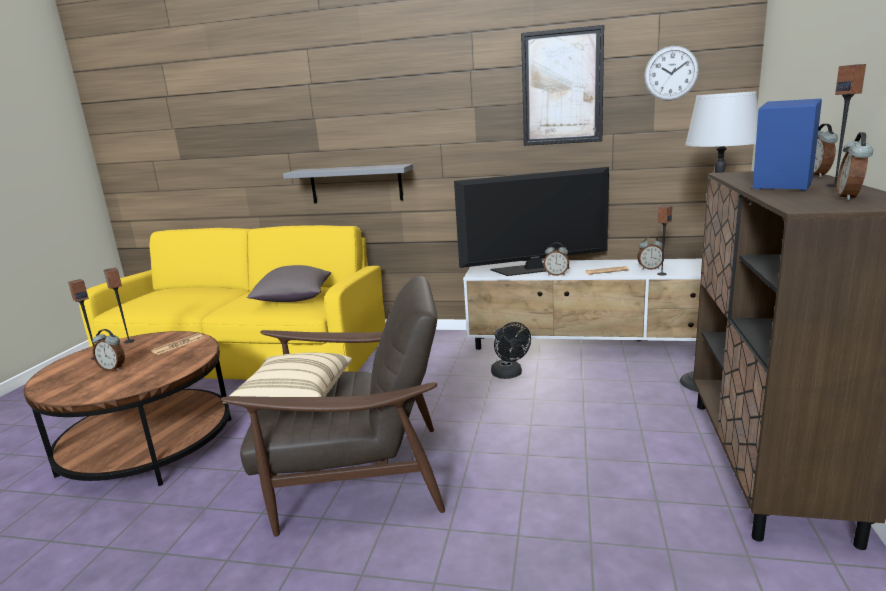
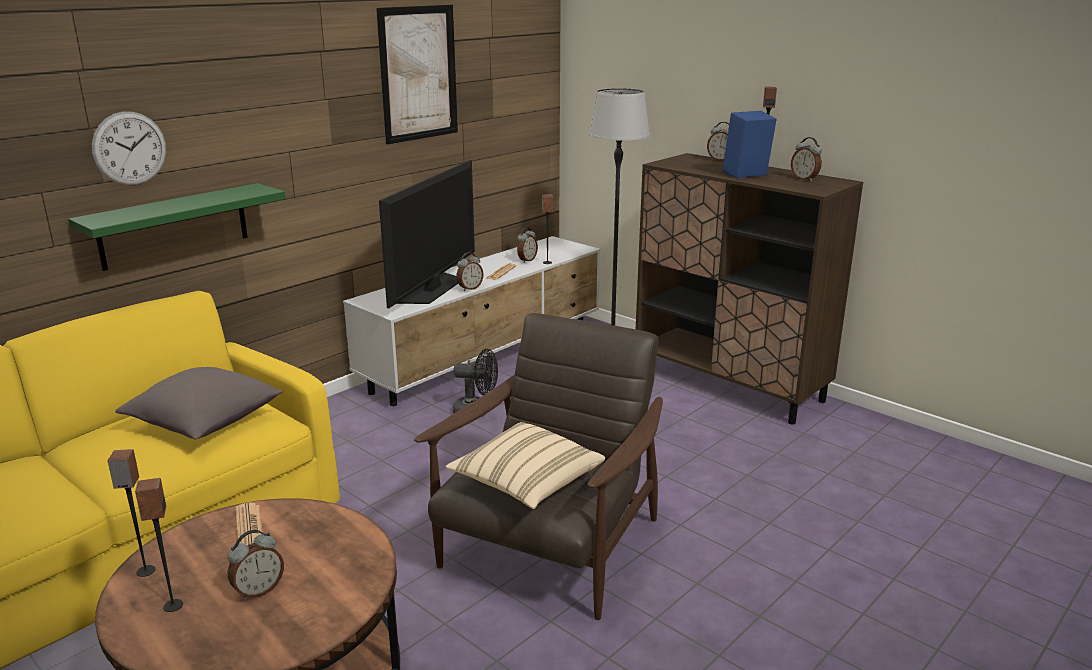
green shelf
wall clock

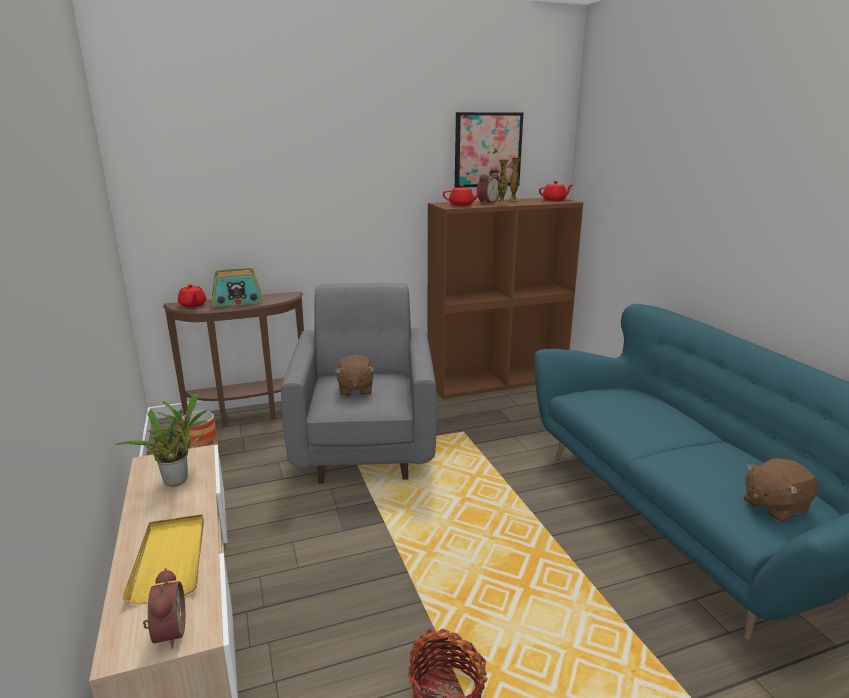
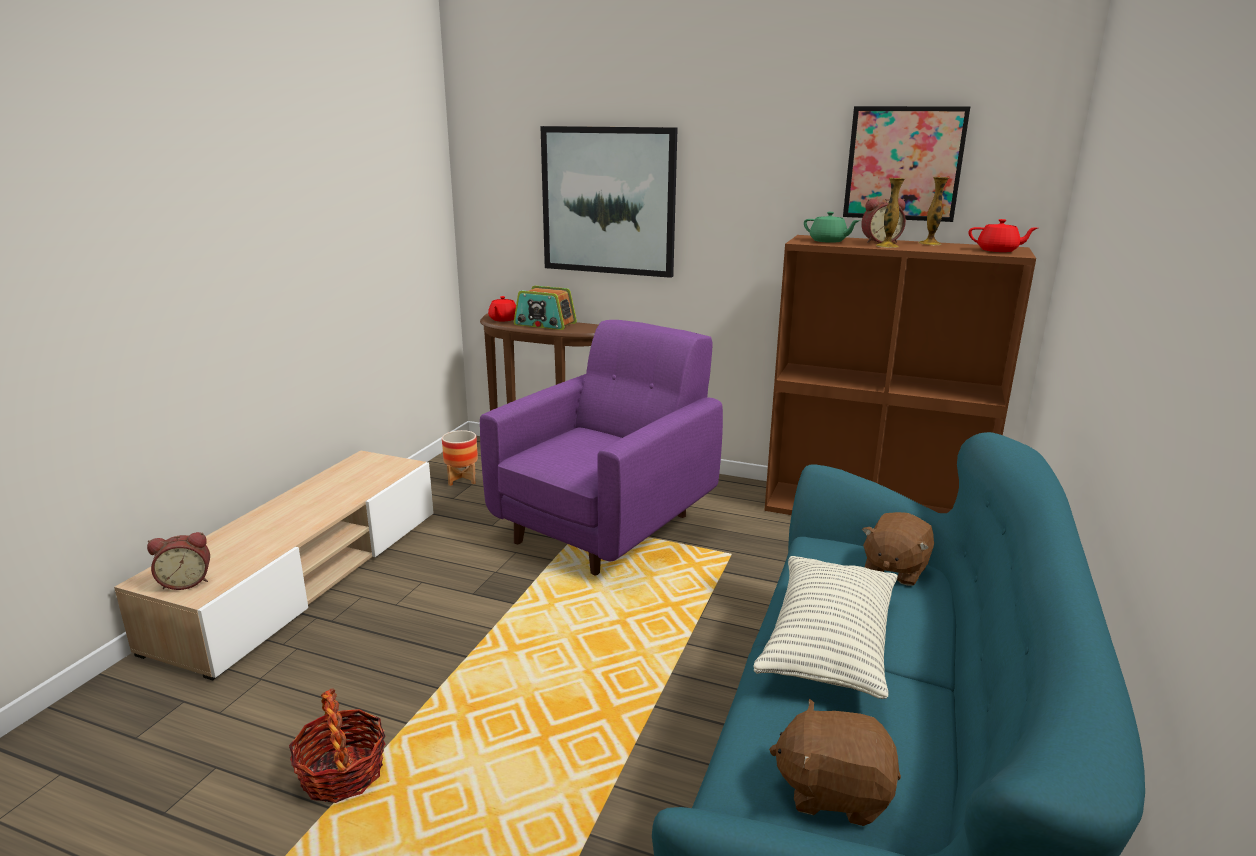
potted plant
yellow tray
alarm clock (no. 1 from left)
purple armchair
brown plush toy (no. 2 from left)
green teapot
picture (no. 1 from left)
pillow

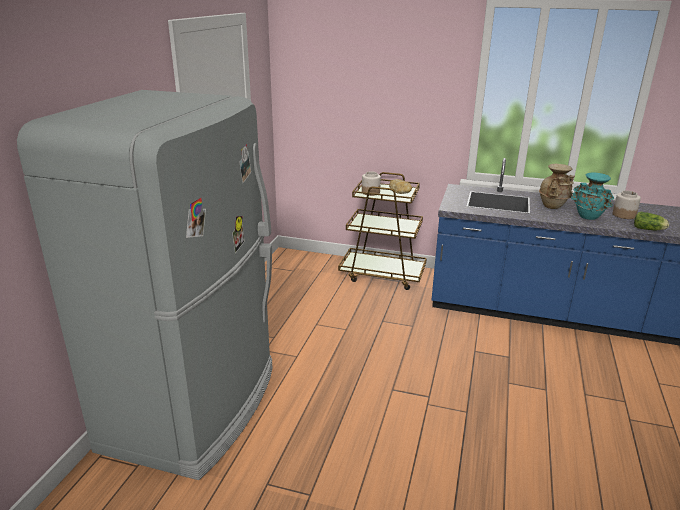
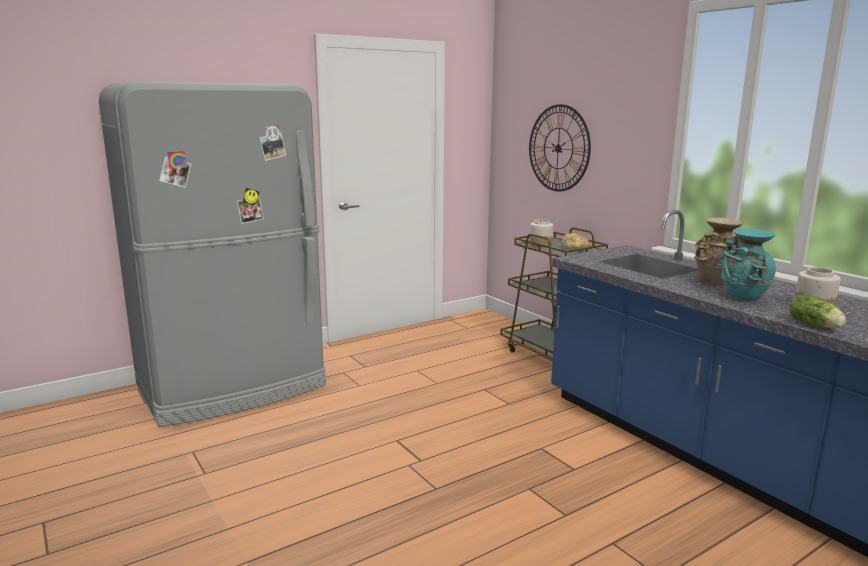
wall clock

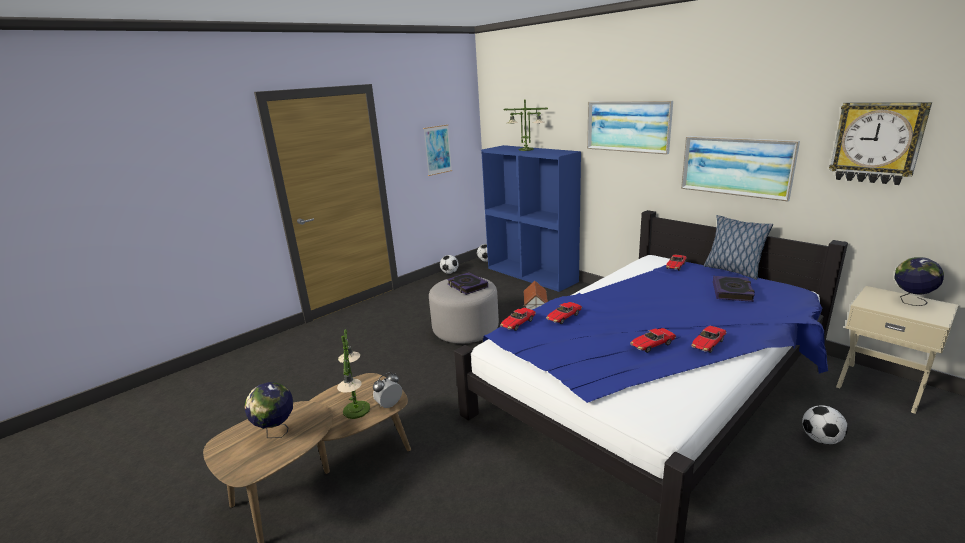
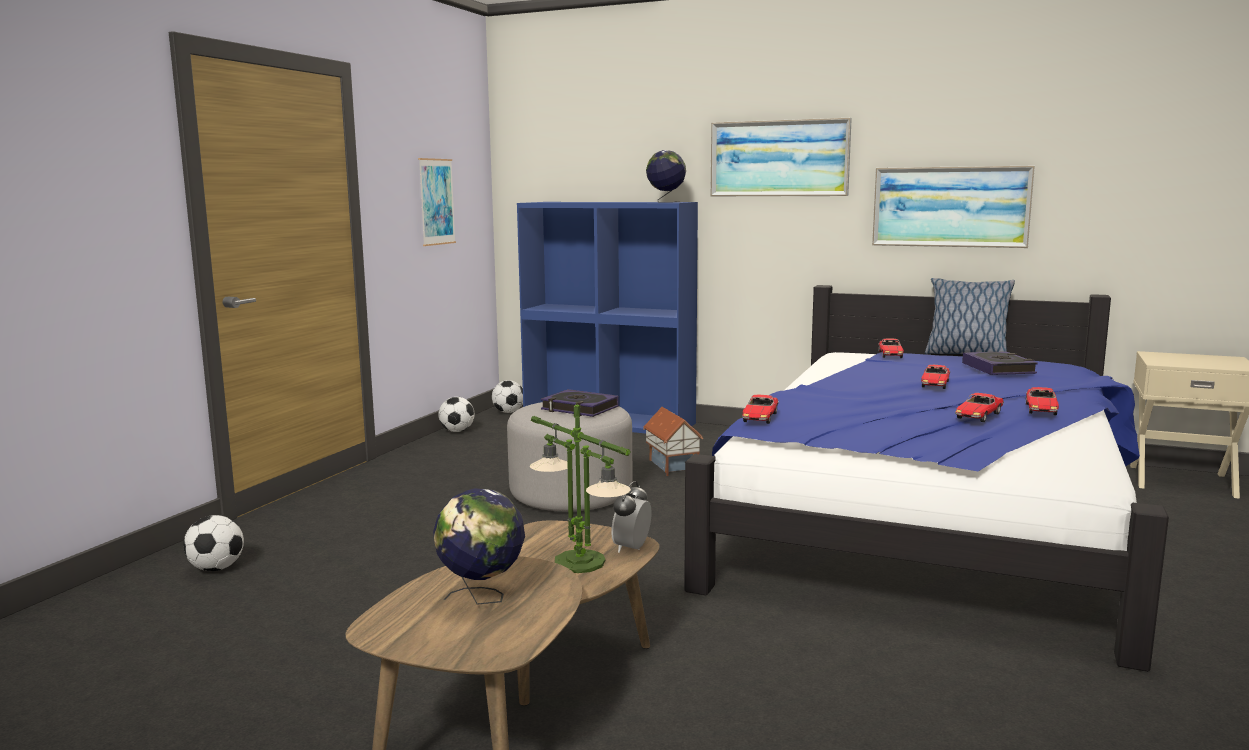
table lamp (no. 2 from left in the first image)
toy car (no. 3 from left)
football (no. 1 from left)
wall clock
globe (no. 2 from left)

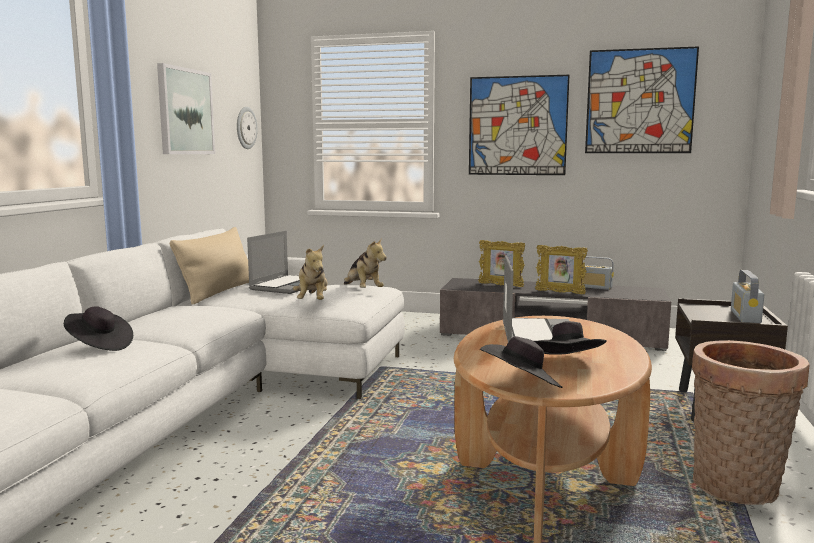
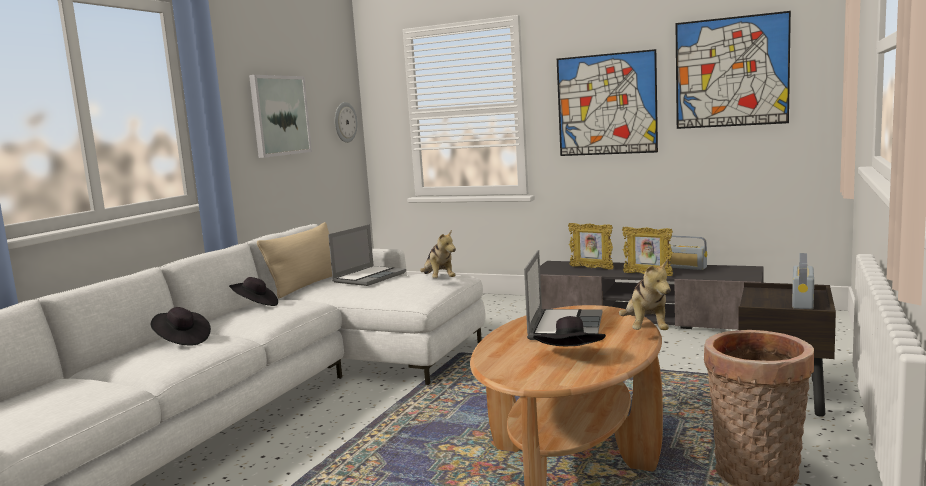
plush toy (no. 2 from left)
black hat (no. 2 from left)

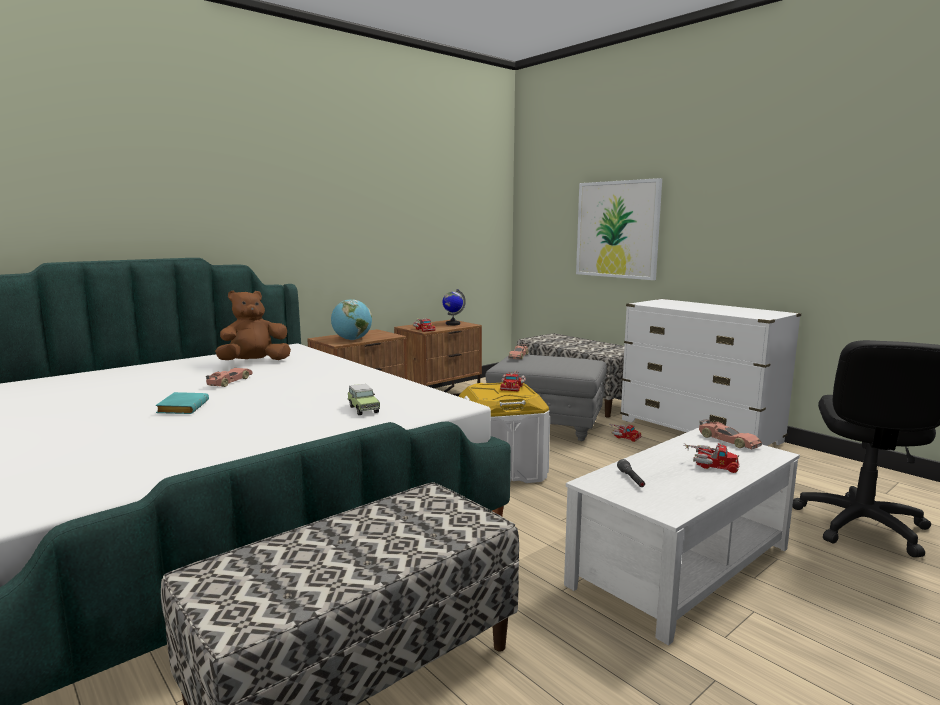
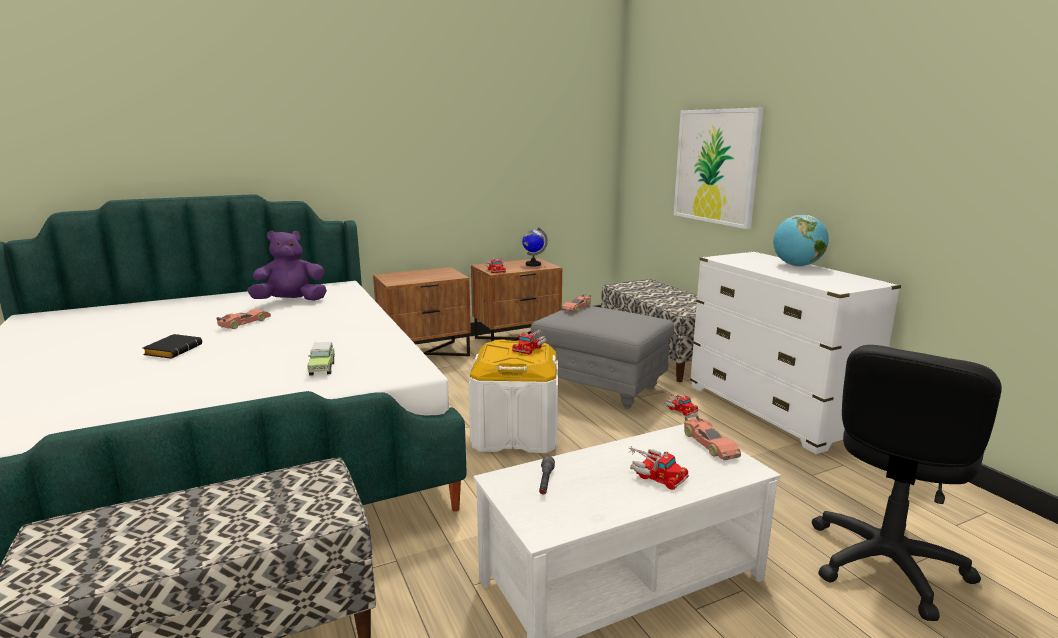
black book
purple plush toy
globe (no. 2 from left)

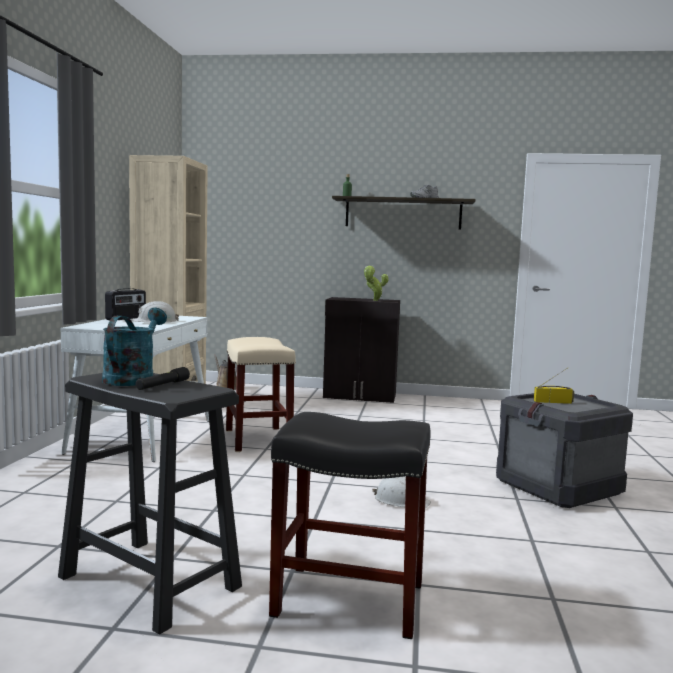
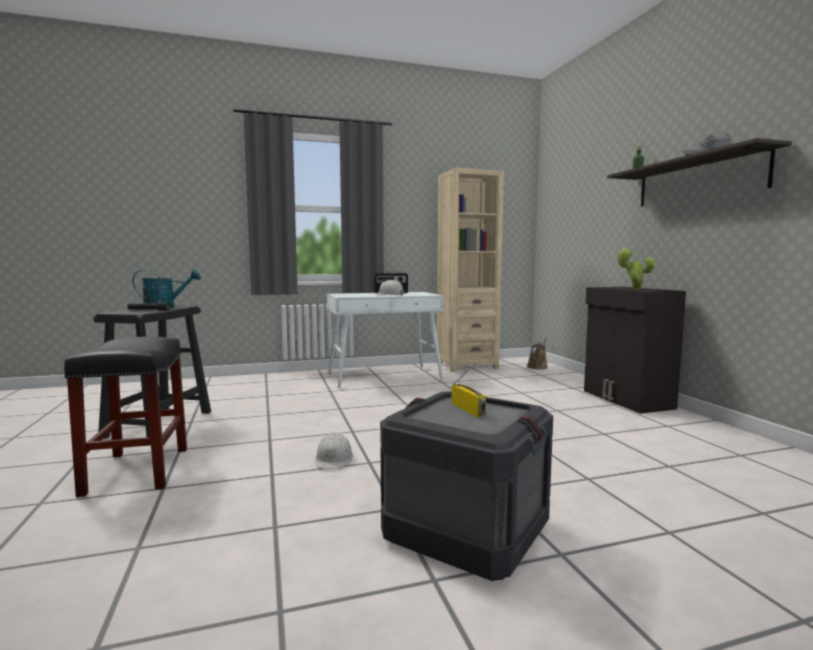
beige stool

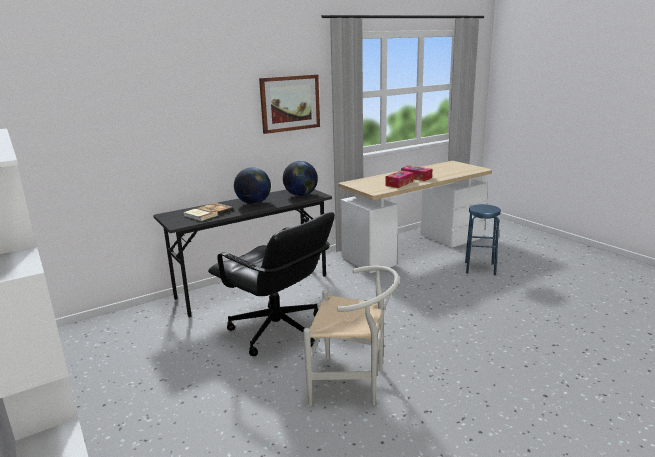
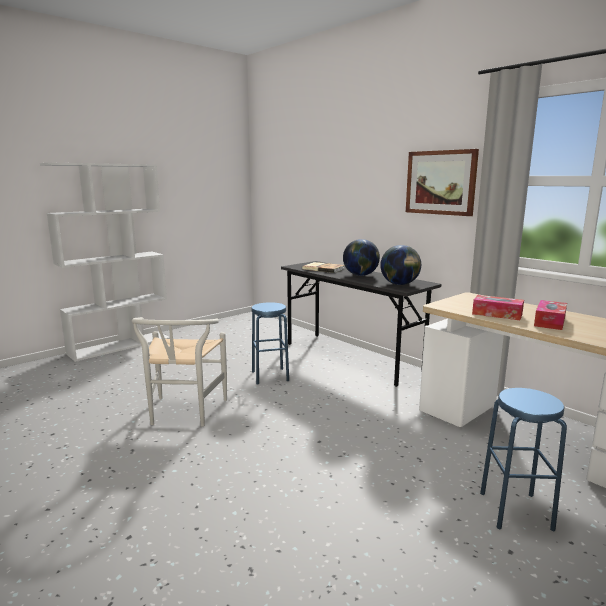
blue stool (no. 1 from left)

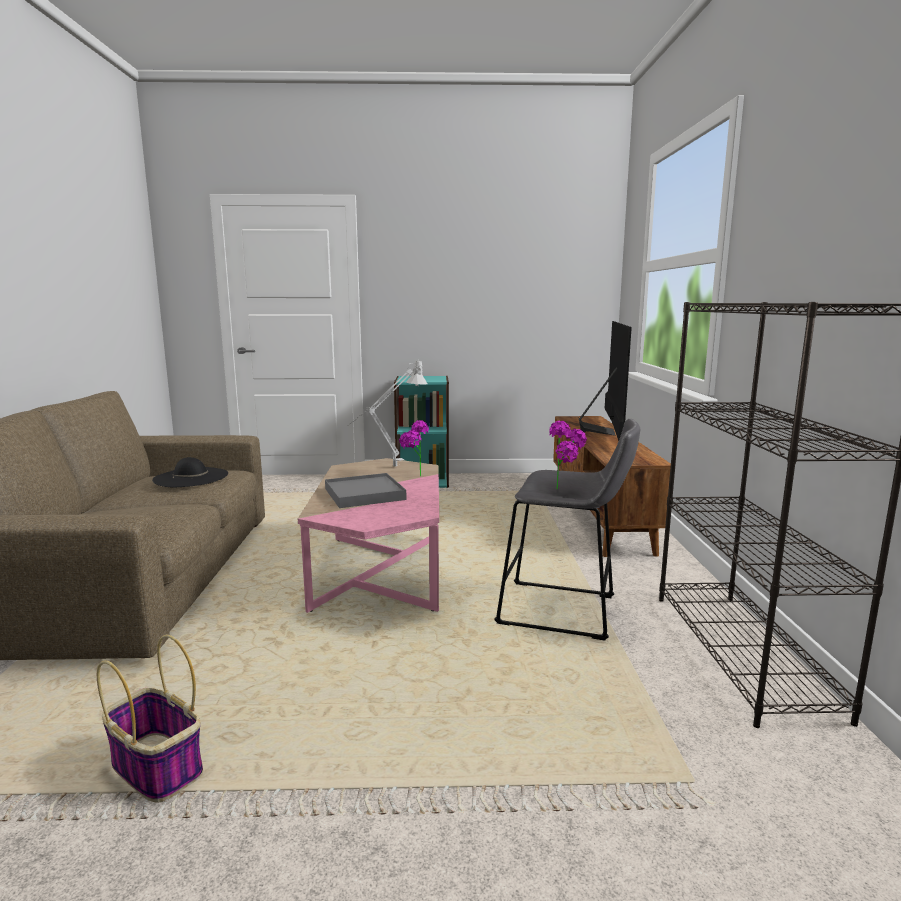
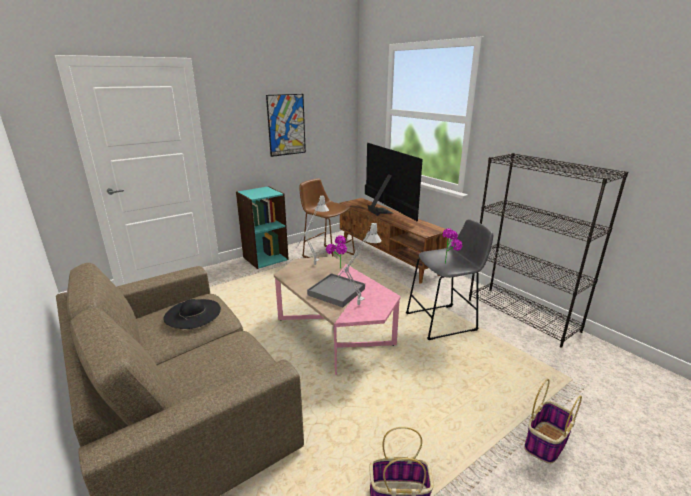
picture
brown stool
grey table lamp (no. 2 from left)
basket (no. 2 from left)

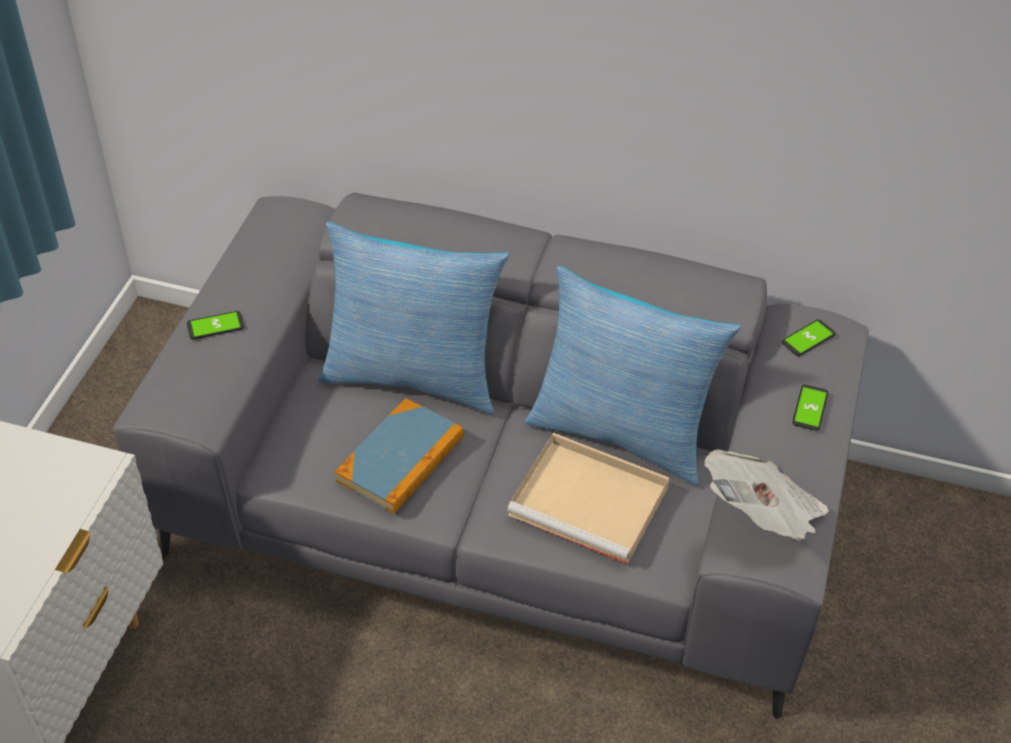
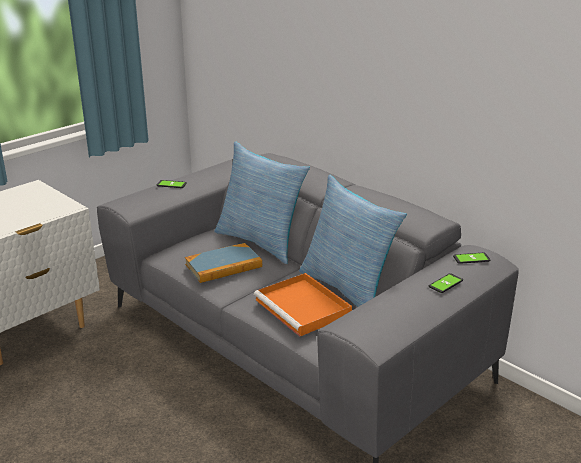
orange tray
newspaper

